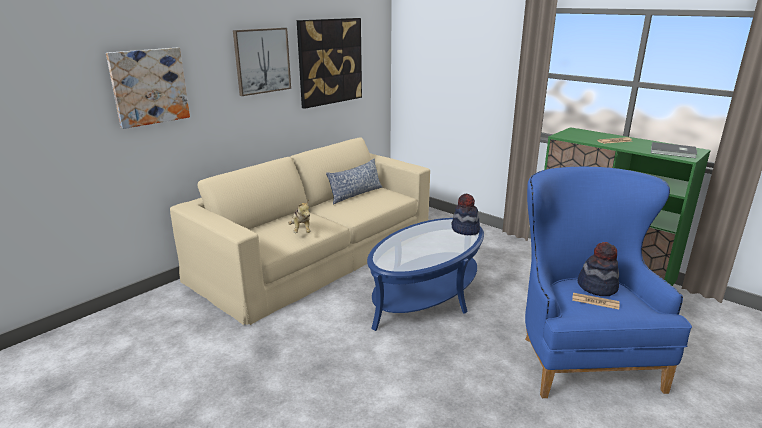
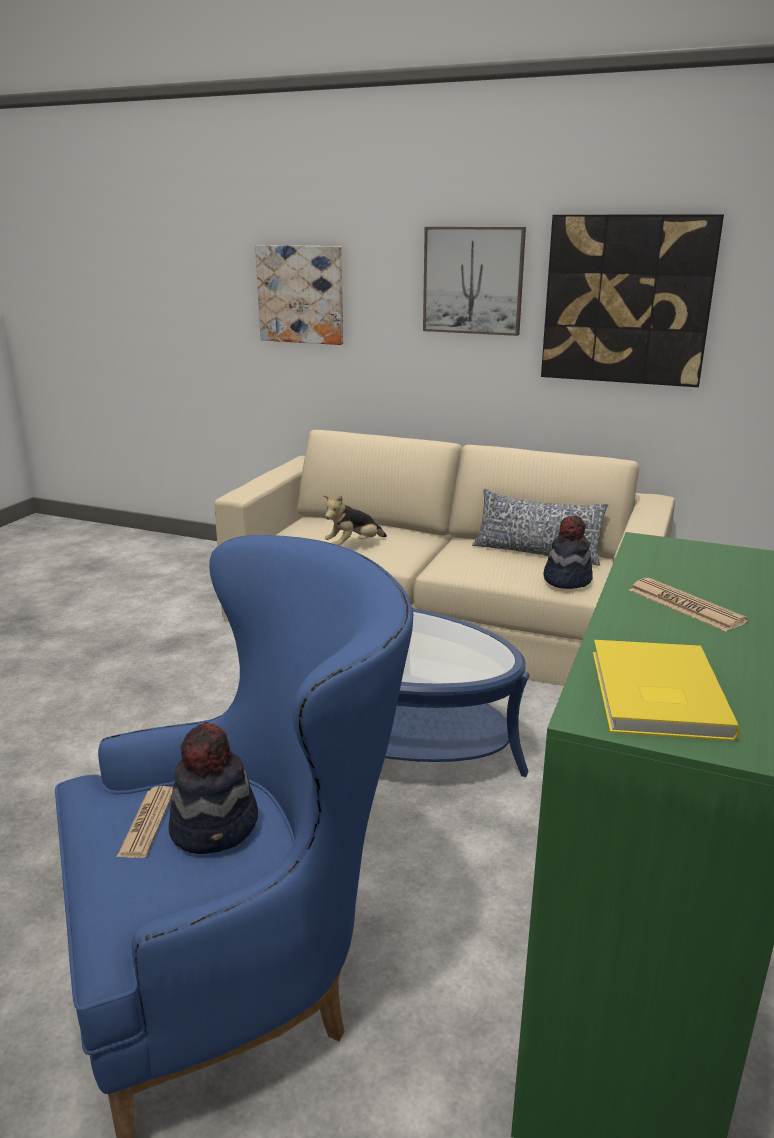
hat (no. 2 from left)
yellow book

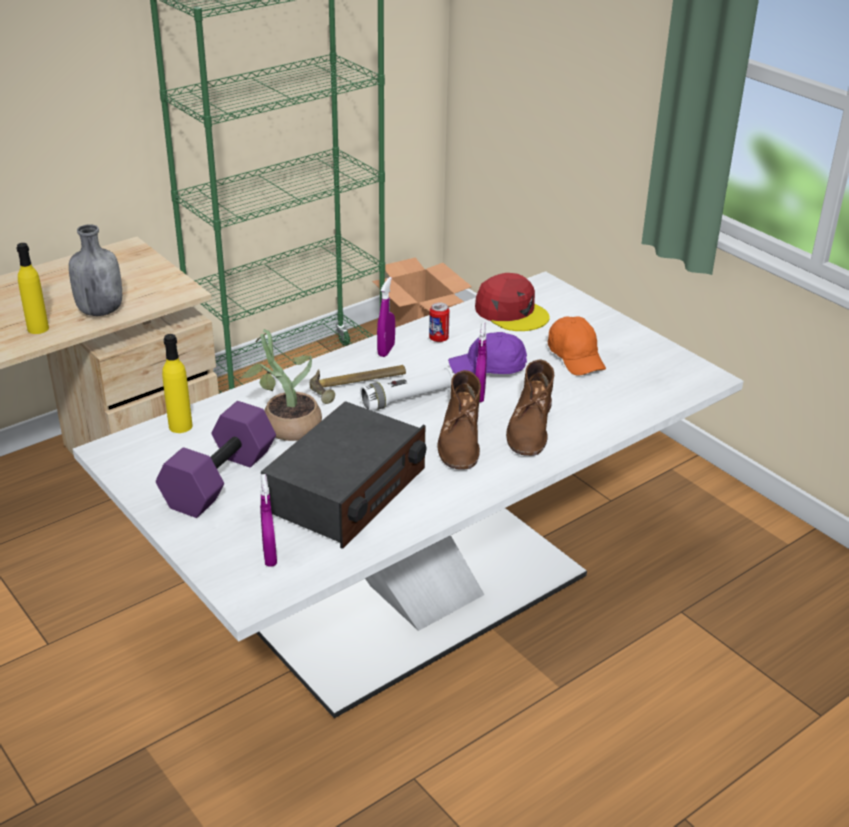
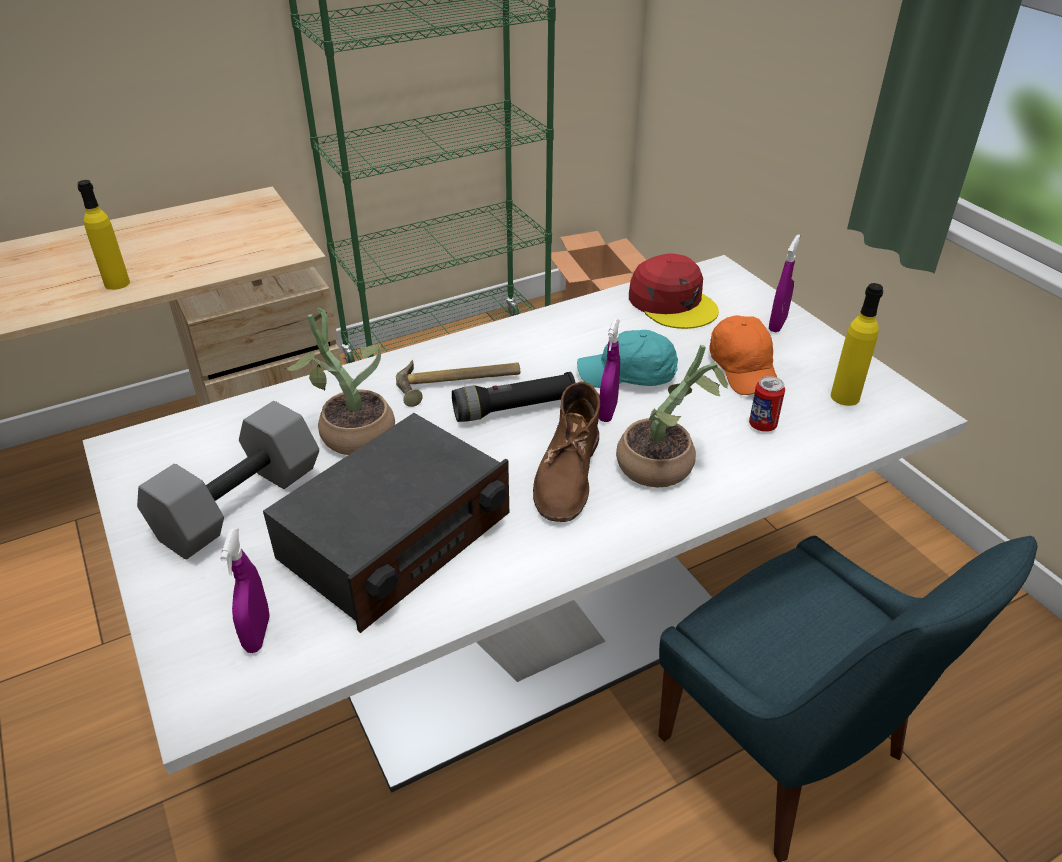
grey bottle
grey dumbbell
yellow bottle (no. 2 from left)
black flashlight
purple spray bottle (no. 3 from left)
can
turquoise cap
potted plant (no. 2 from left)
blue chair

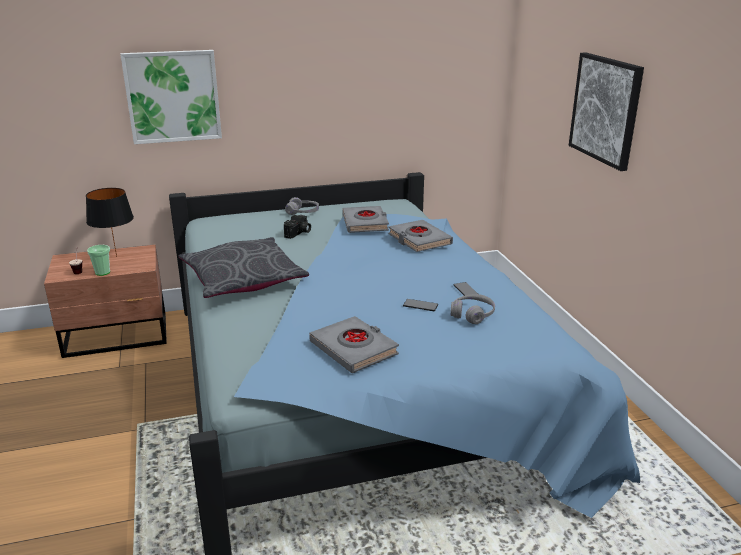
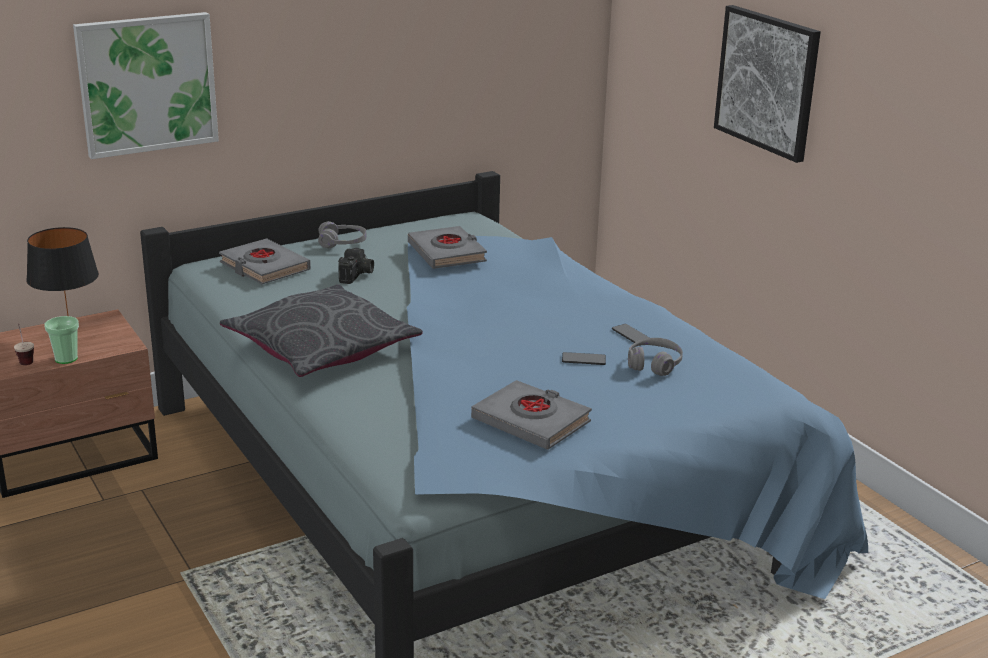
grey book (no. 1 from left)

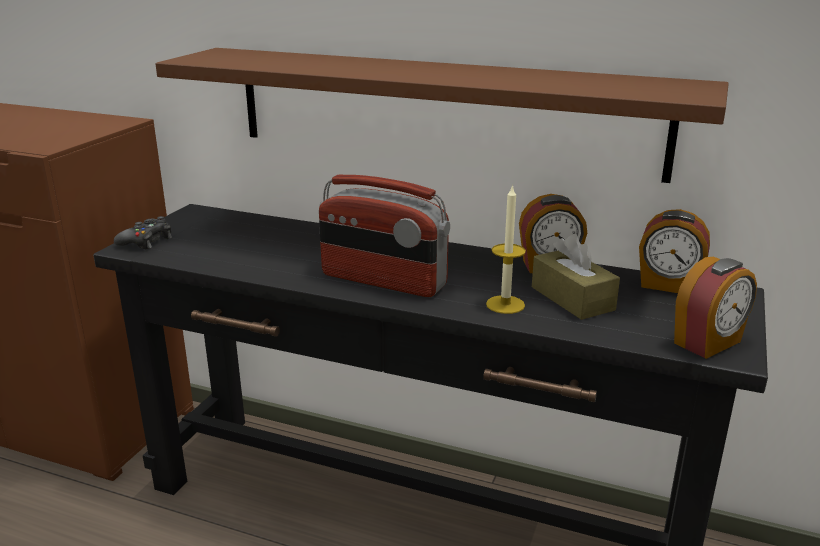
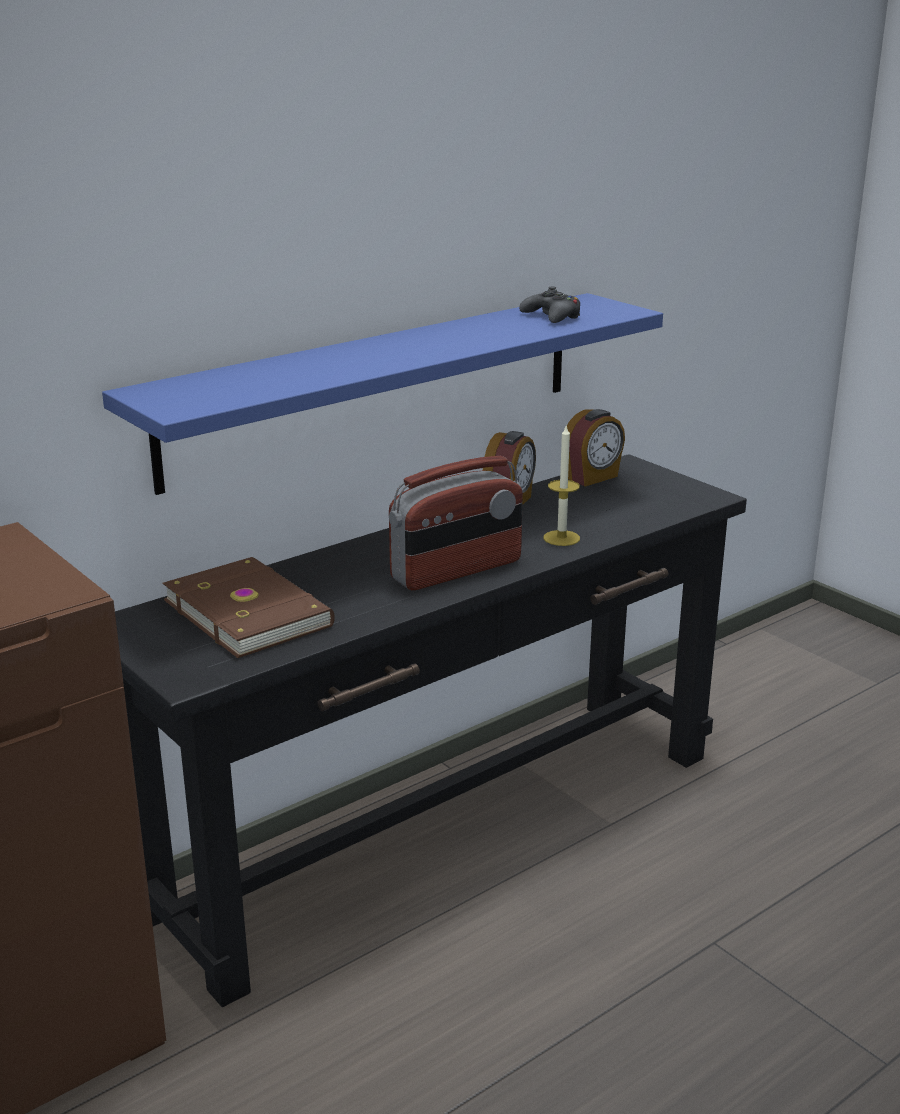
black game controller
blue shelf
brown tissue box
alarm clock (no. 3 from left in the first image)
brown book

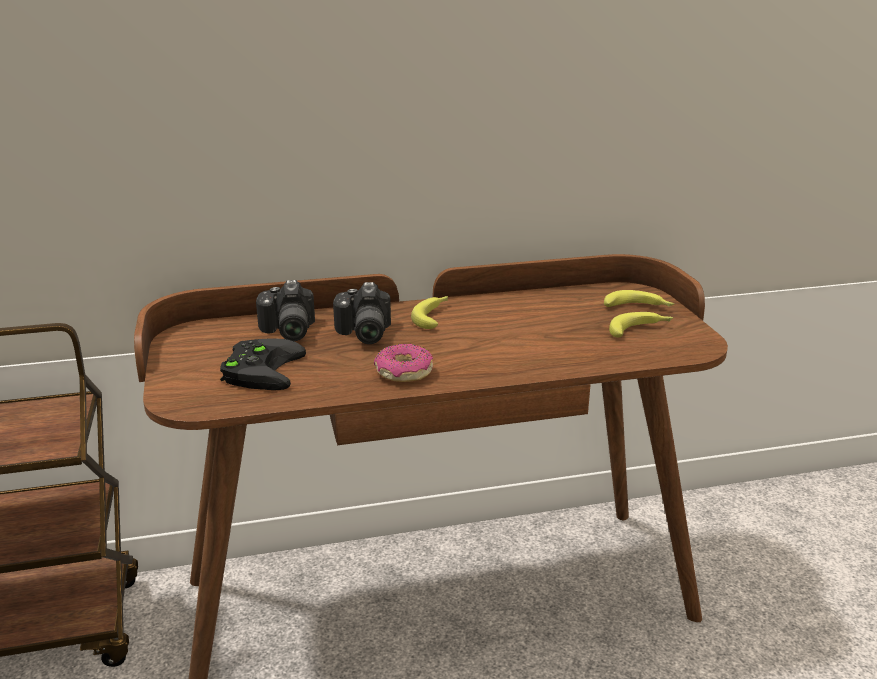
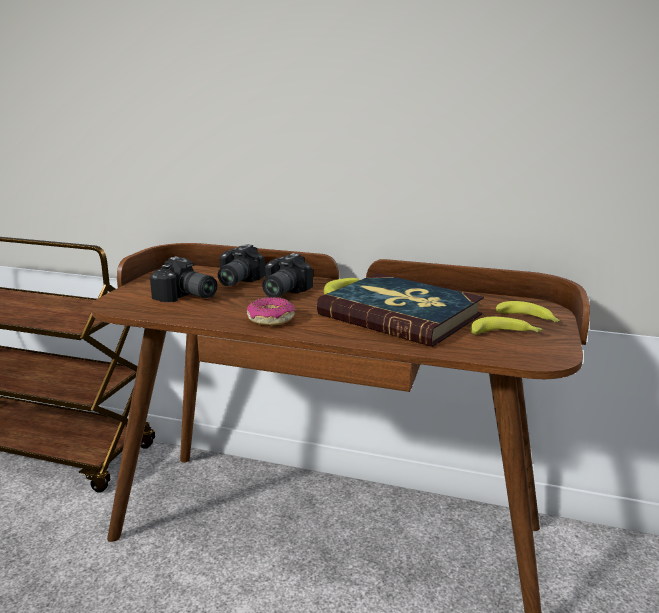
photo camera (no. 1 from left)
book

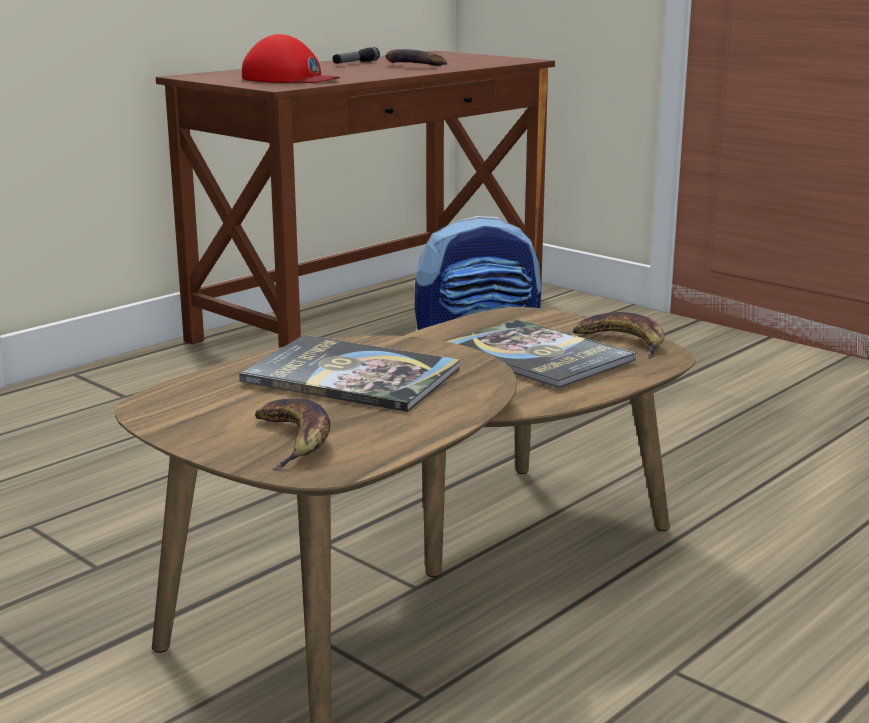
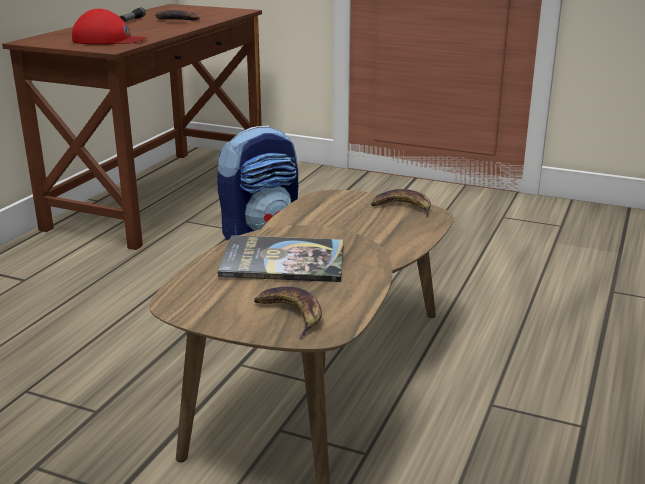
book (no. 2 from left in the first image)

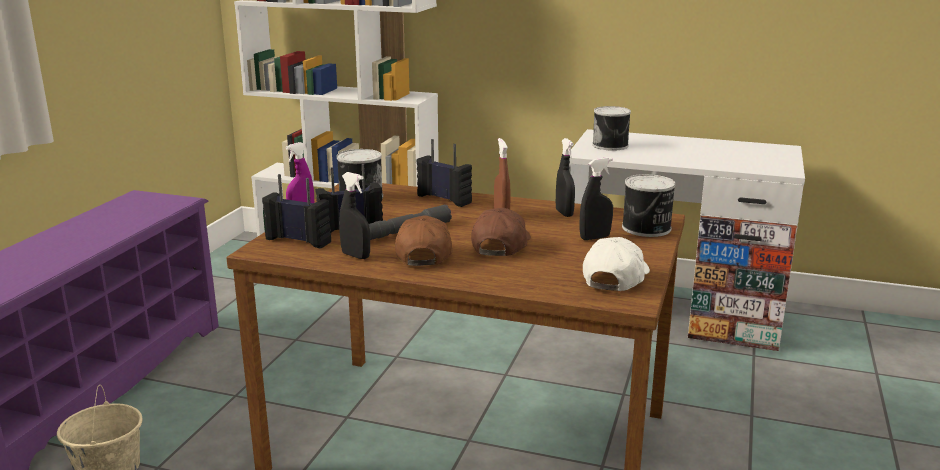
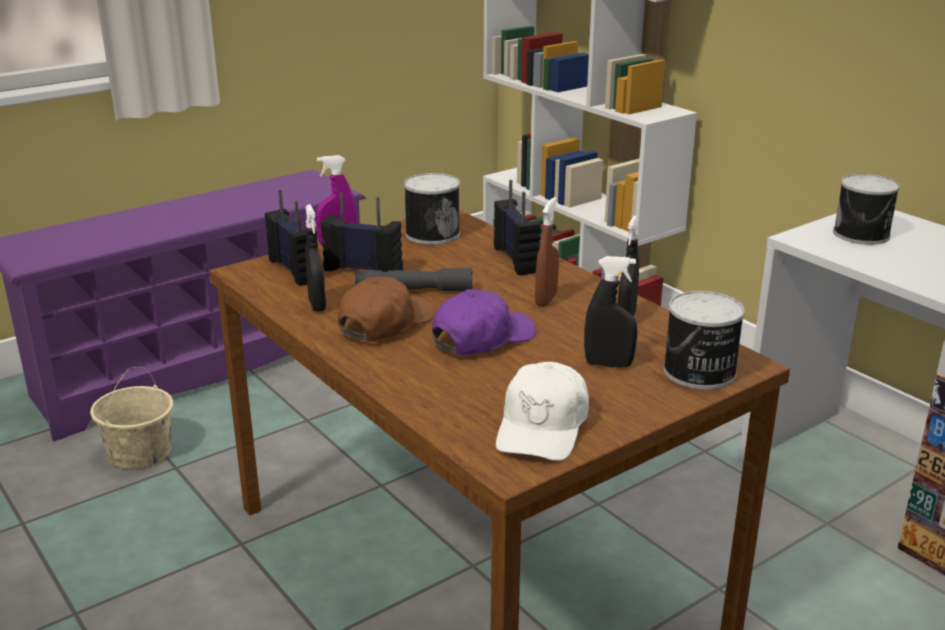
purple cap
white cap

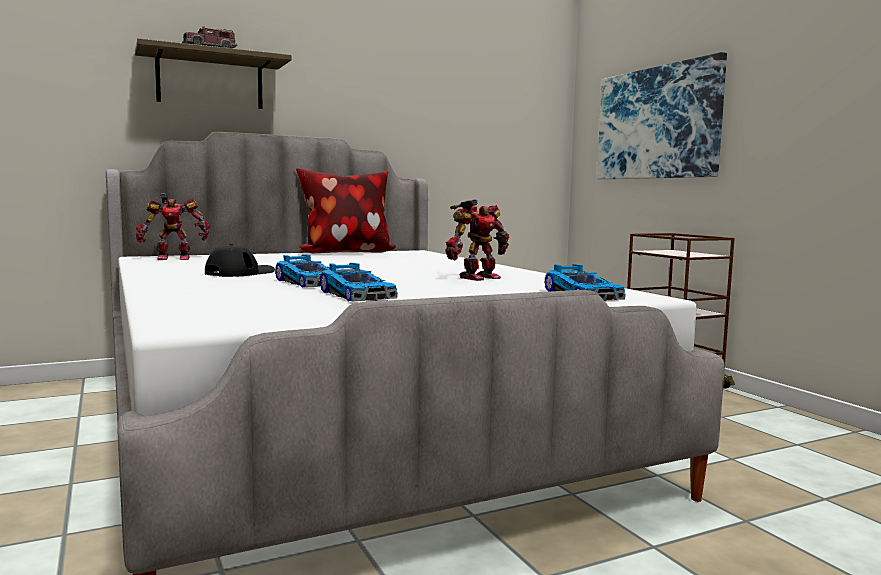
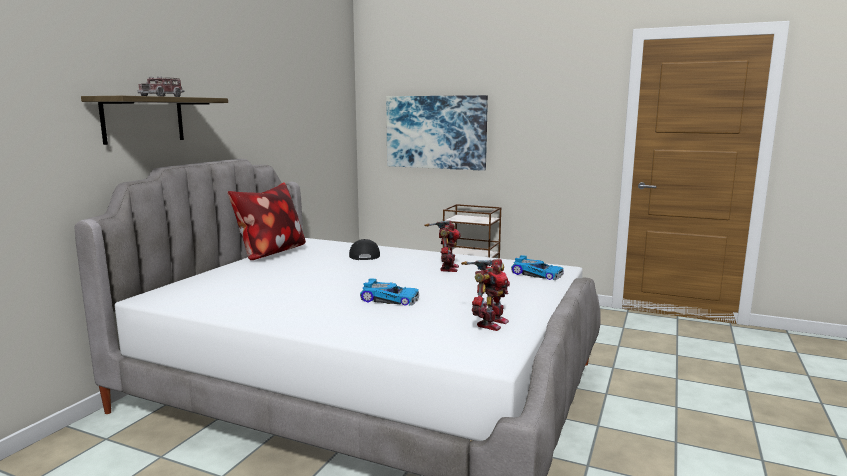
toy robot (no. 2 from left)
black cap
toy car (no. 2 from left in the first image)

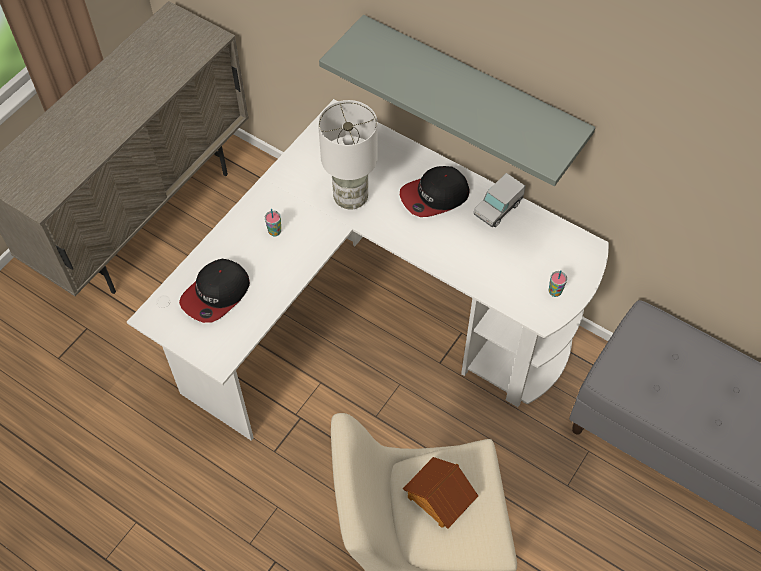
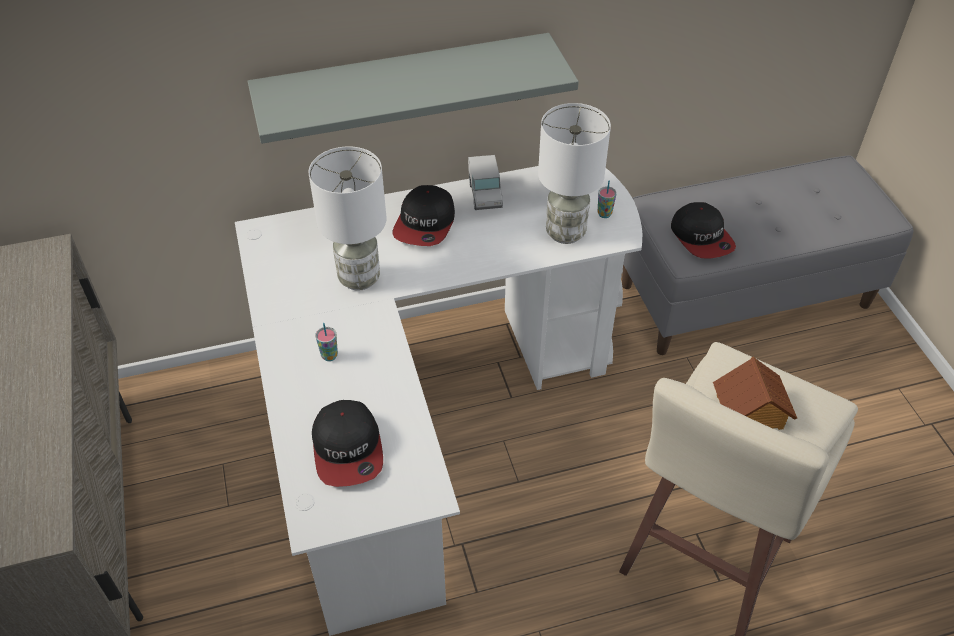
white table lamp (no. 2 from left)
cap (no. 3 from left)

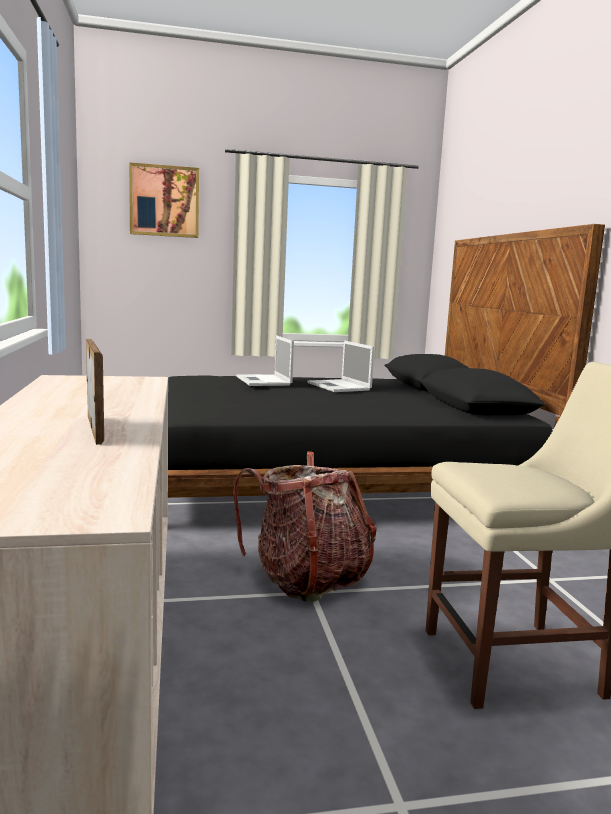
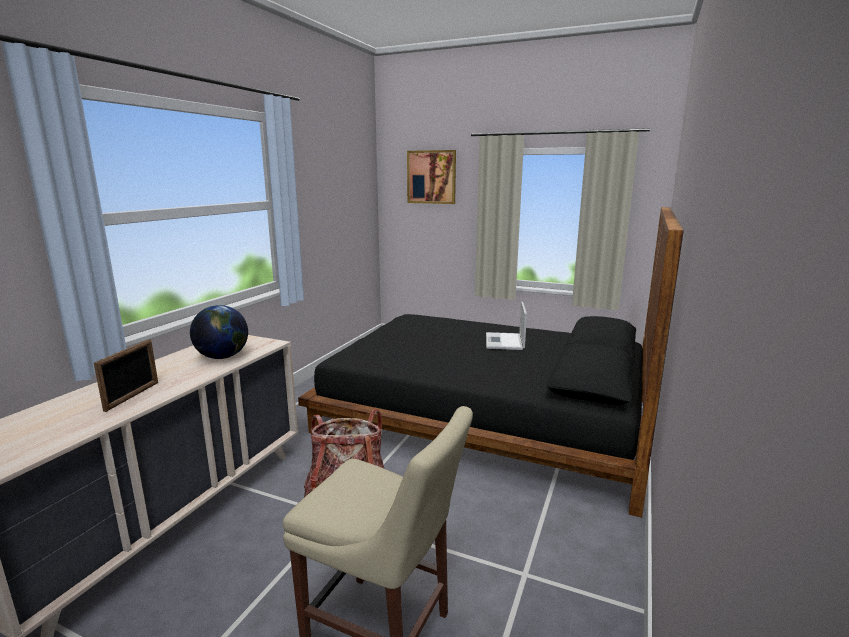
laptop (no. 1 from left in the first image)
globe

